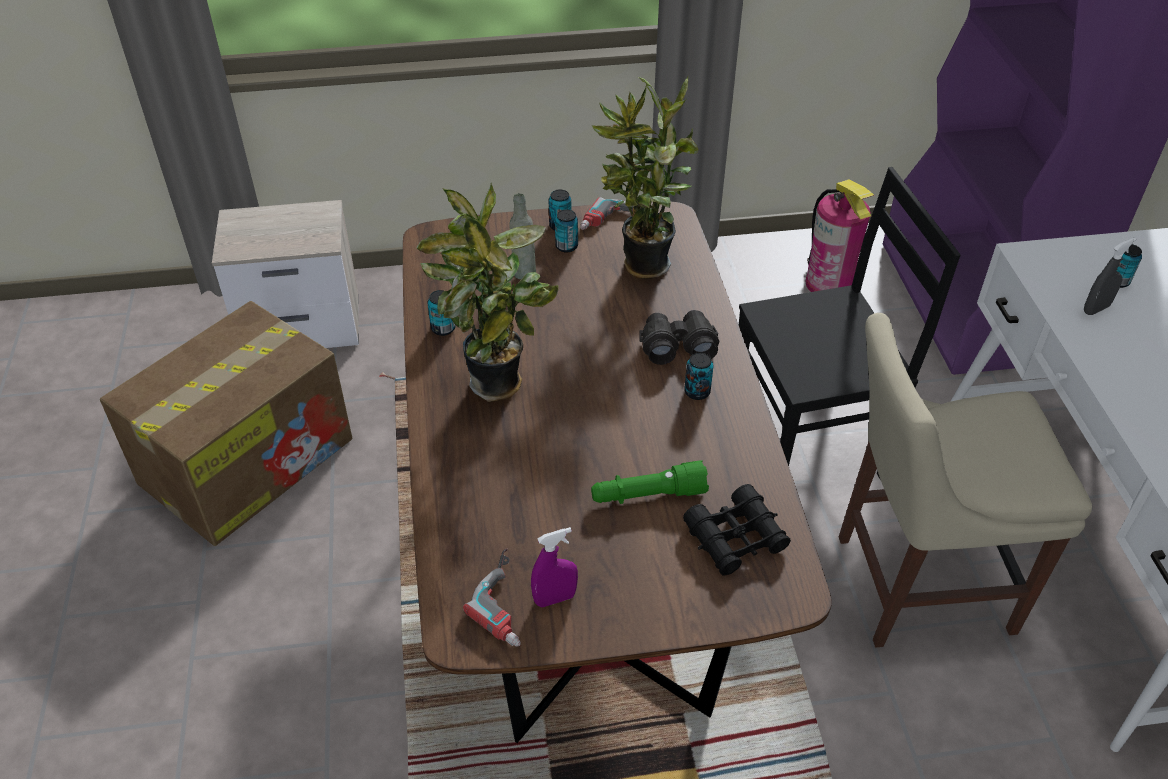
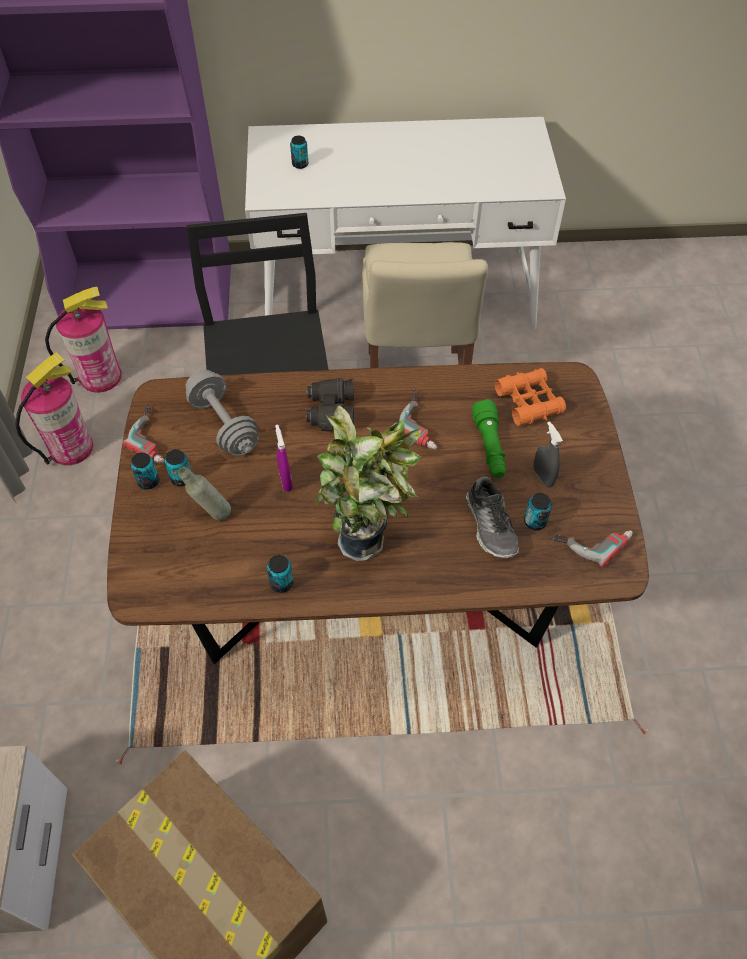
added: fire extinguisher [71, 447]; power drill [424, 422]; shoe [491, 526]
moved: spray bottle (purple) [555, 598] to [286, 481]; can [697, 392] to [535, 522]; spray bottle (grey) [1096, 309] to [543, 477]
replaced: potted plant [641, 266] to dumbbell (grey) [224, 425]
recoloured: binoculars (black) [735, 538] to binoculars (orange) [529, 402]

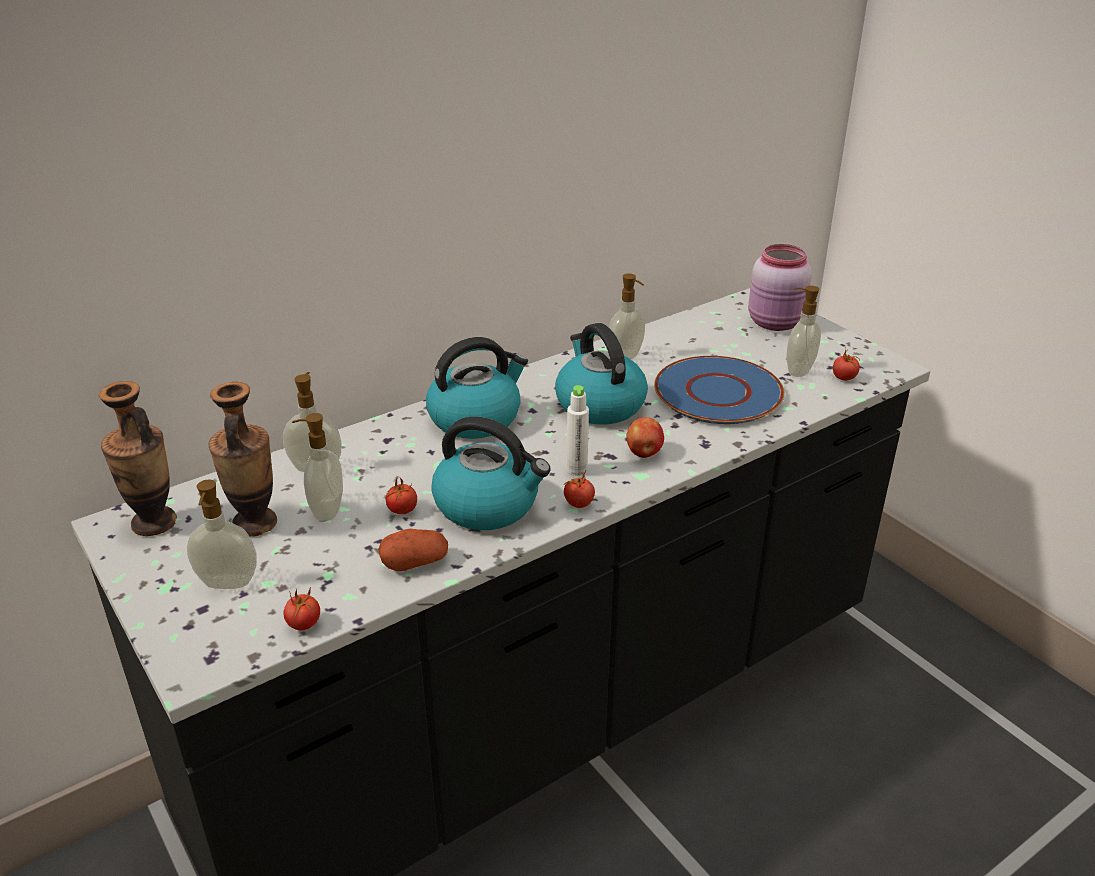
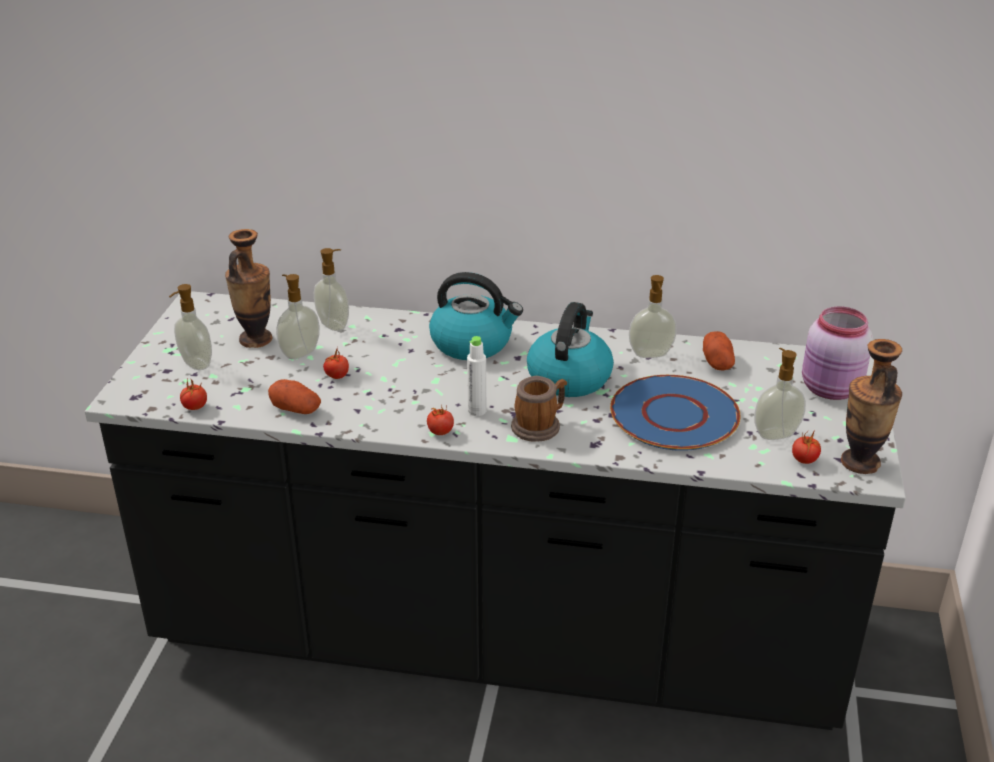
removed: kettle [488, 505]
added: potato [717, 362]
moved: vase [154, 523] to [860, 462]
replaced: apple [644, 453] to mug [540, 425]

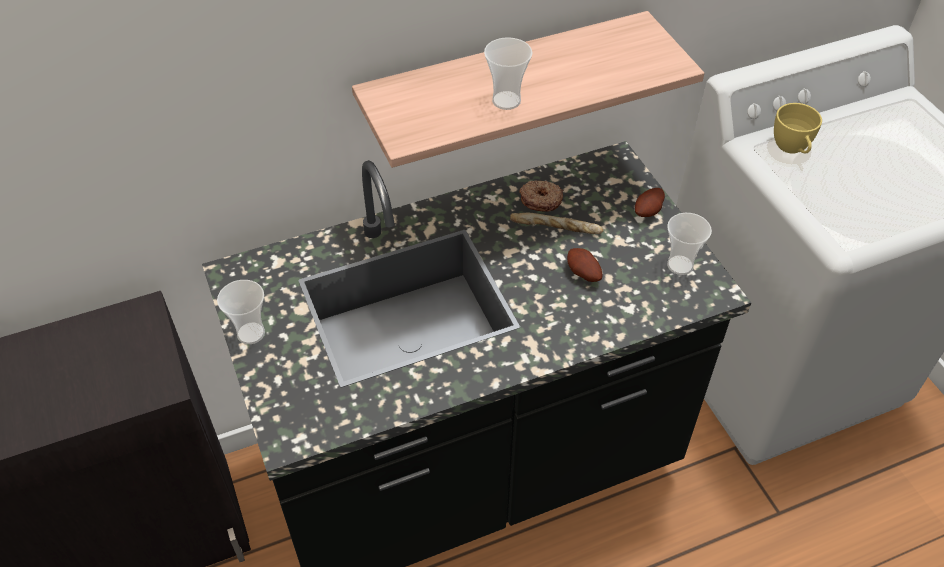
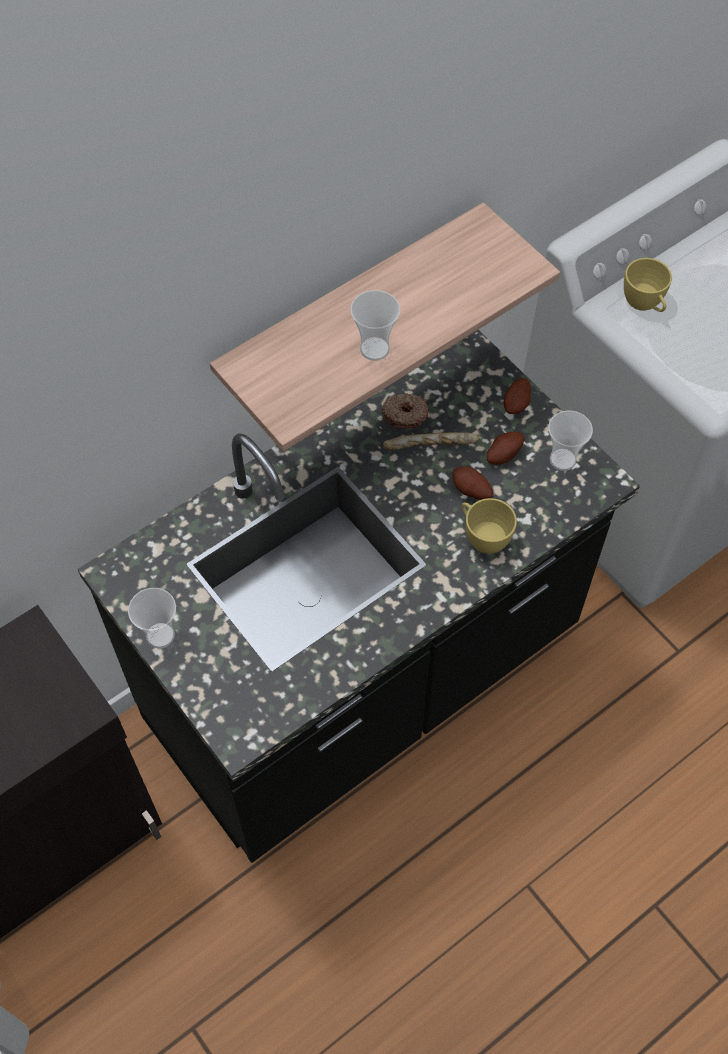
added: cup (yellow) [483, 537]; potato [503, 454]

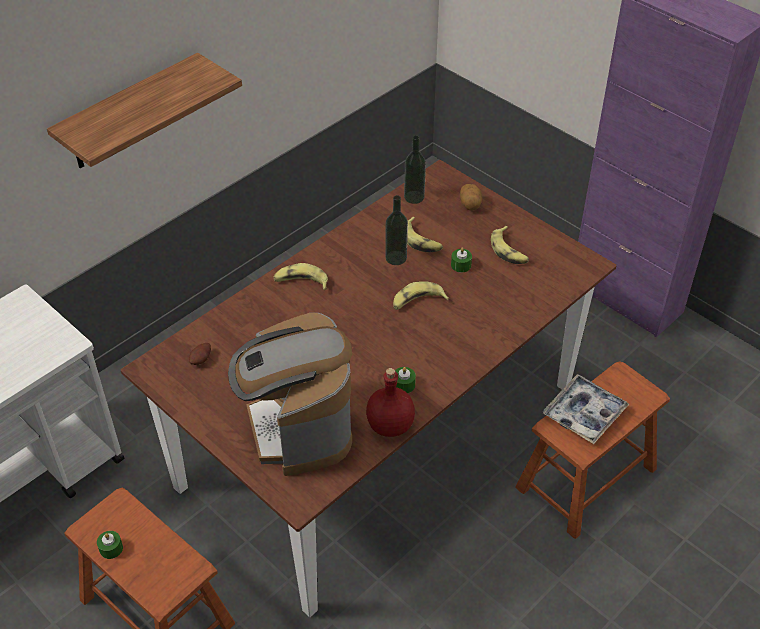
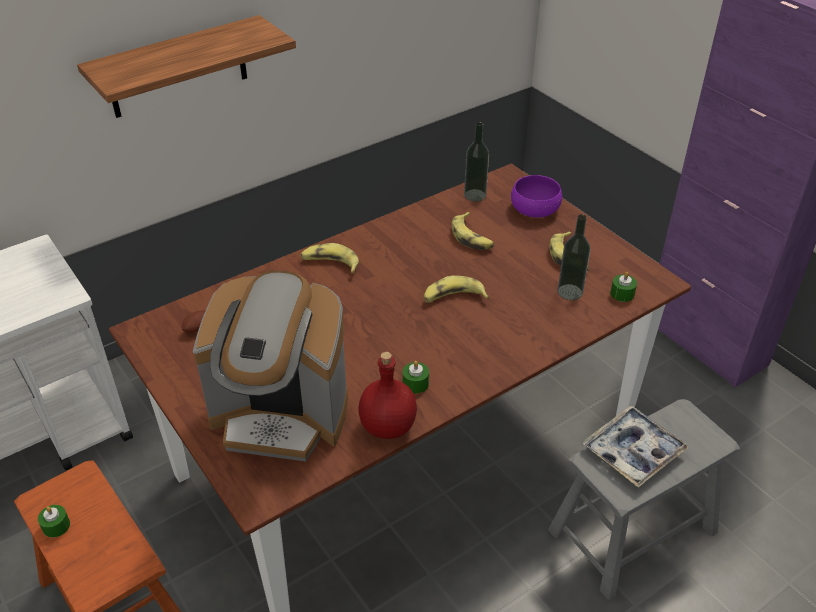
moved: bottle [396, 258] to [570, 292]; candle (green) [461, 265] to [622, 294]
replaced: potato [470, 205] to bowl (purple) [534, 209]
recoloured: stool (brown) [586, 478] to stool (grey) [632, 531]
turned: coffee machine [298, 428] = [281, 415] 75 degrees counterclockwise

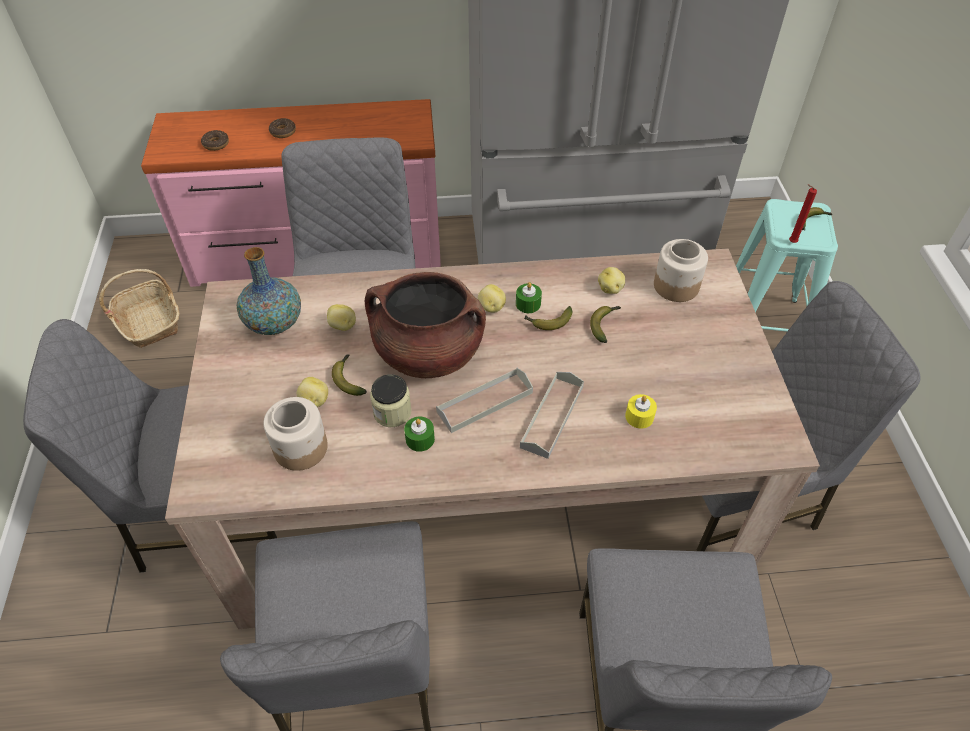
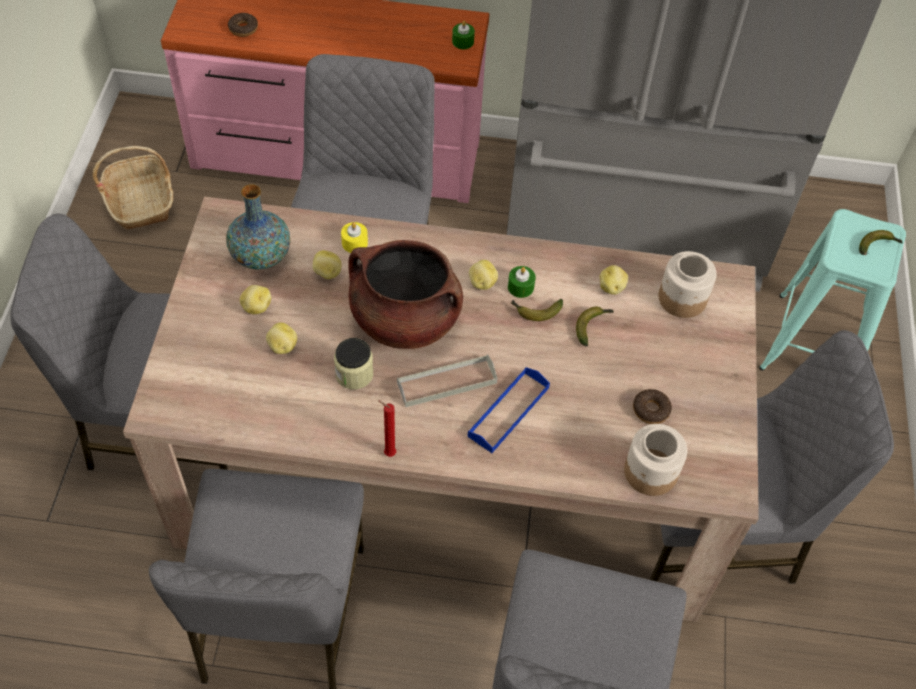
removed: banana [348, 378]
added: potato [256, 307]
moved: jar [301, 448] to [650, 472]; donut [283, 132] to [651, 410]; candle (green) [420, 439] to [463, 41]; candle (yellow) [639, 416] to [354, 243]; candle (red) [791, 242] to [388, 453]
recoloured: tray (grey) [552, 416] to tray (blue) [508, 412]

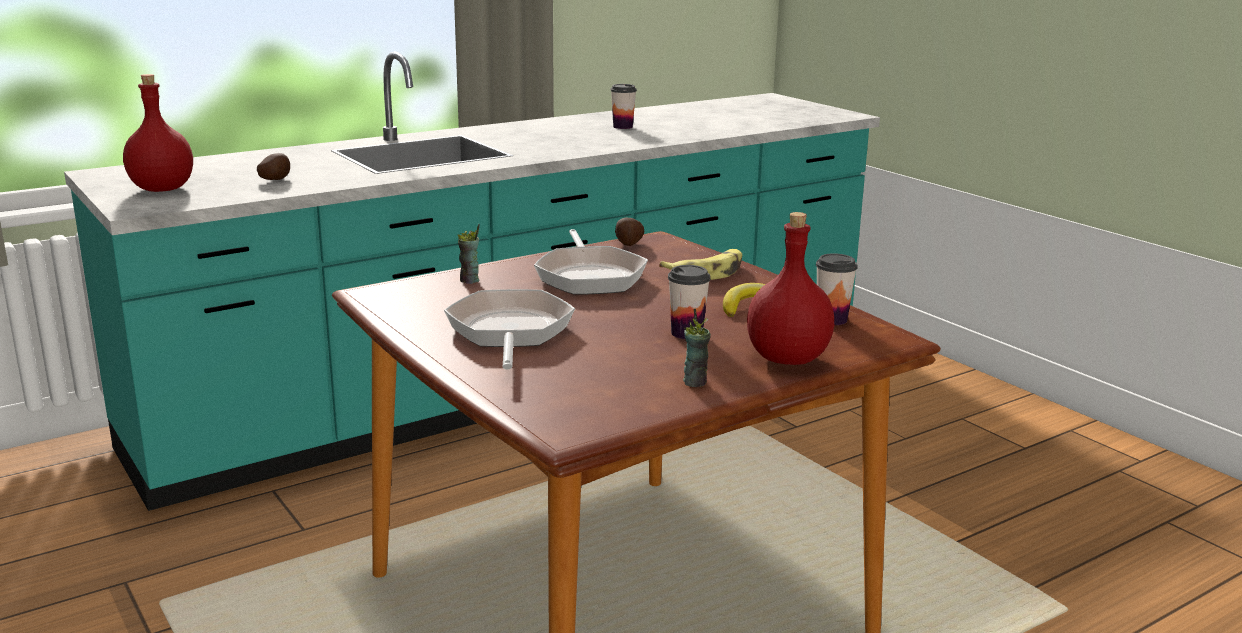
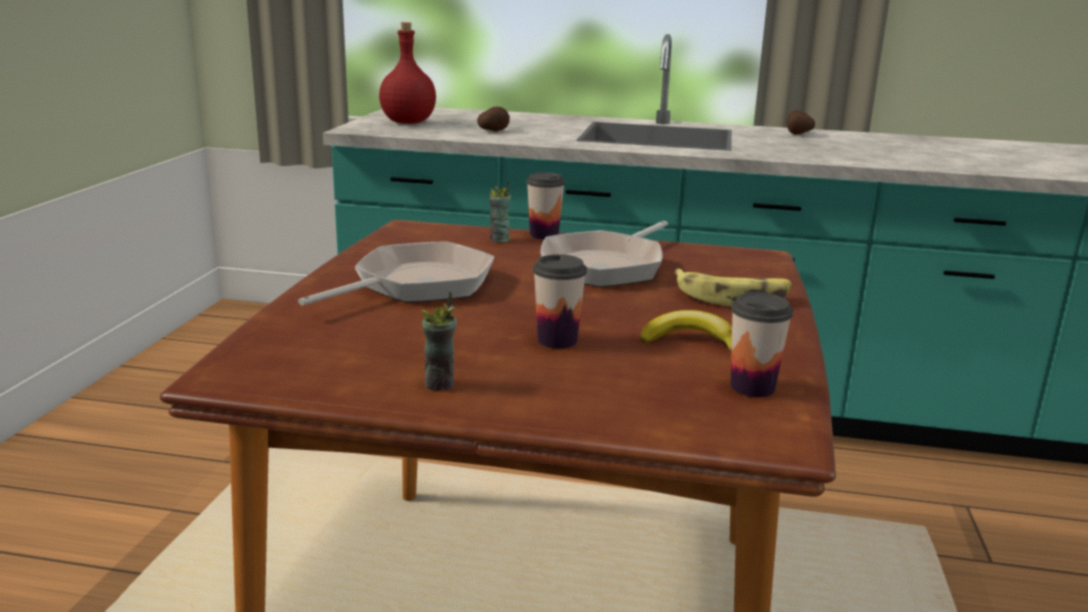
removed: bottle (red) [786, 359]
moved: cup [622, 127] to [544, 235]; potato [628, 244] to [798, 134]

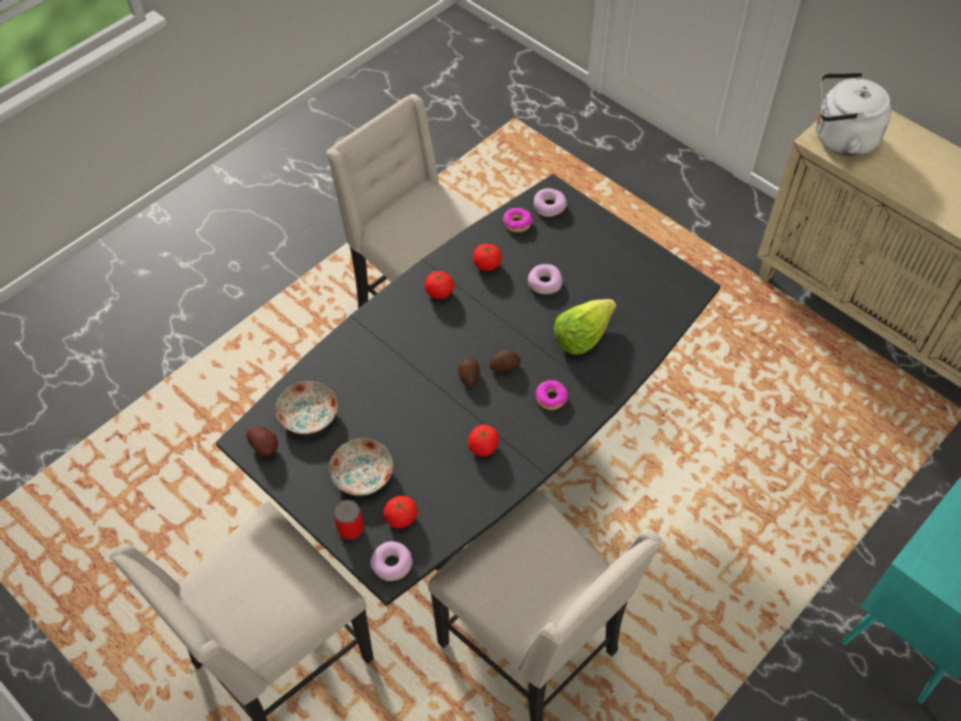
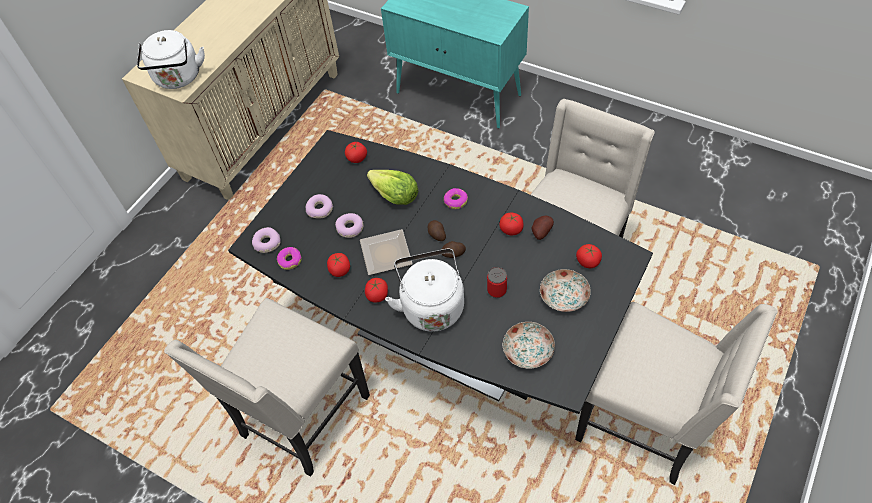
added: tomato [357, 158]; plate [384, 253]; kettle (white) [431, 305]
moved: potato [265, 447] to [540, 232]; can [350, 529] to [496, 290]; donut [392, 564] to [320, 209]

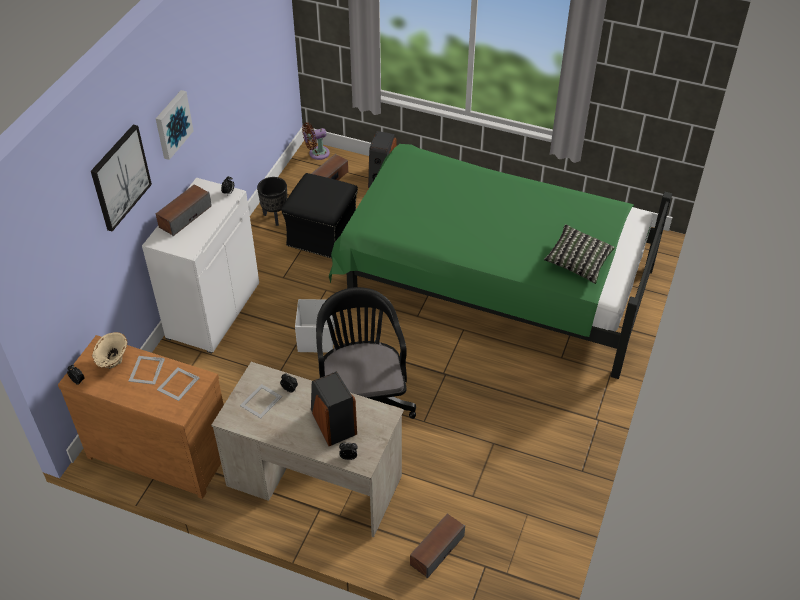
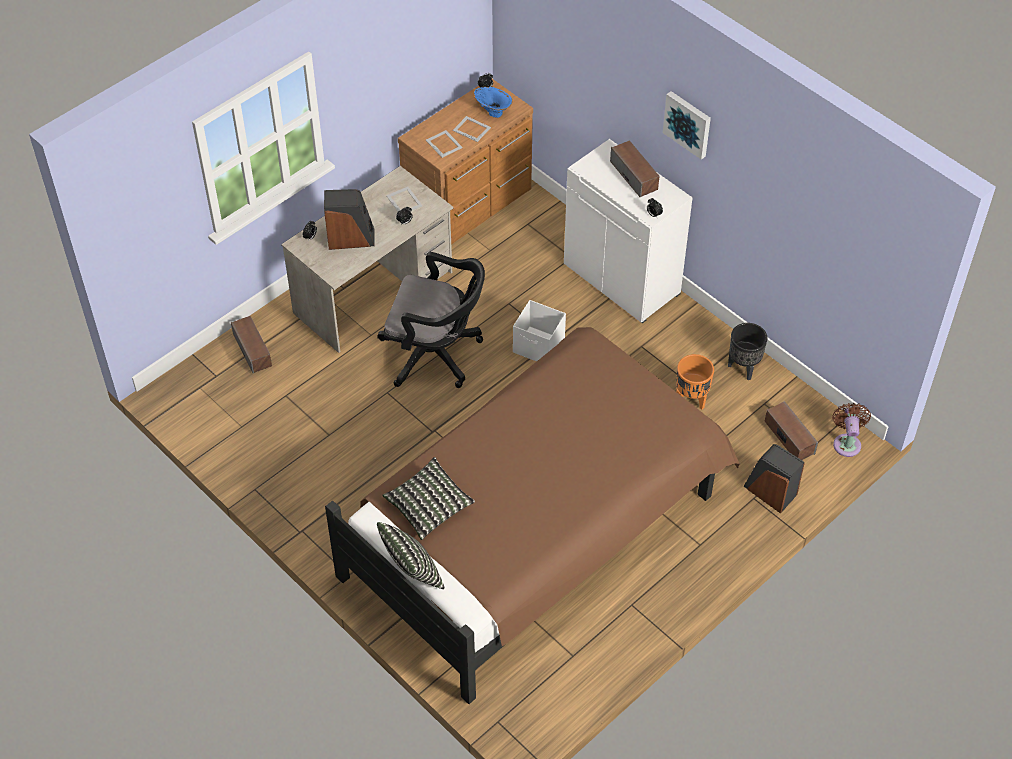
removed: picture [120, 177]
added: pillow [411, 572]
replaced: ottoman (black) [322, 236] to planter (orange) [690, 399]
recoloured: vase (beige) [113, 363] to vase (blue) [493, 111]; bed (green) [491, 281] to bed (brown) [537, 527]

